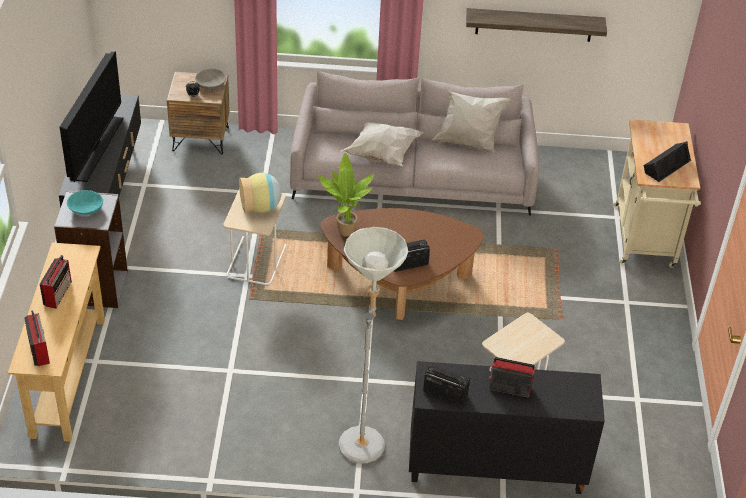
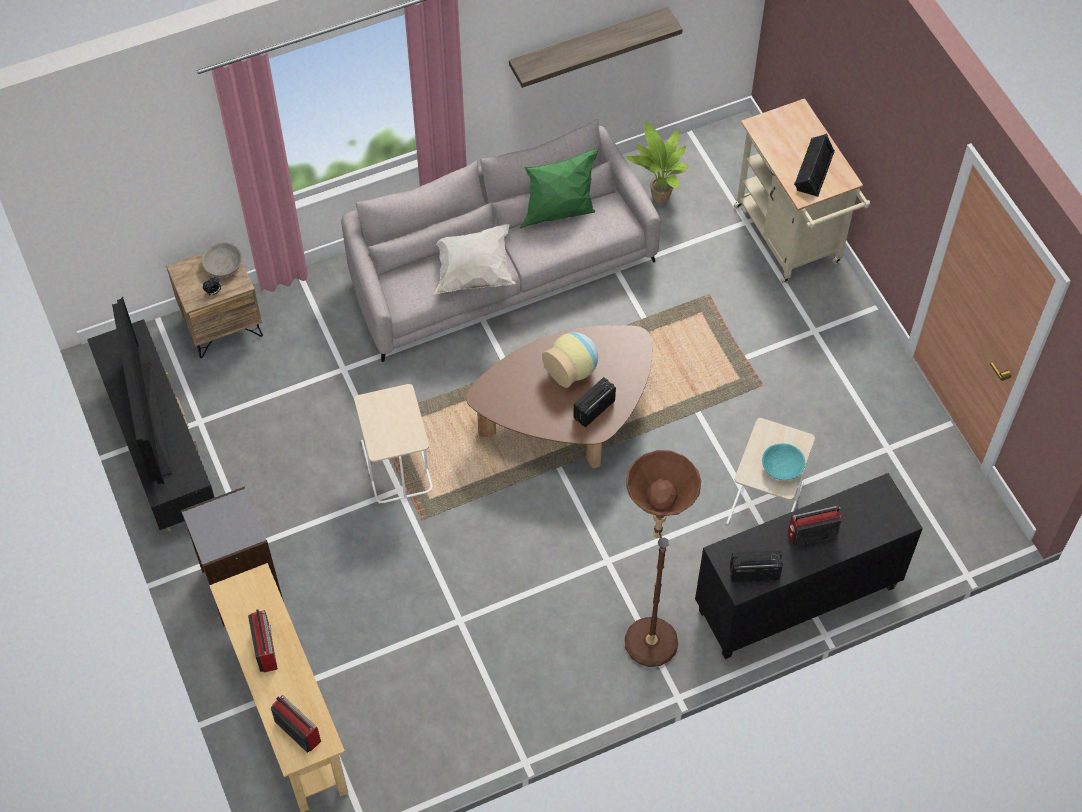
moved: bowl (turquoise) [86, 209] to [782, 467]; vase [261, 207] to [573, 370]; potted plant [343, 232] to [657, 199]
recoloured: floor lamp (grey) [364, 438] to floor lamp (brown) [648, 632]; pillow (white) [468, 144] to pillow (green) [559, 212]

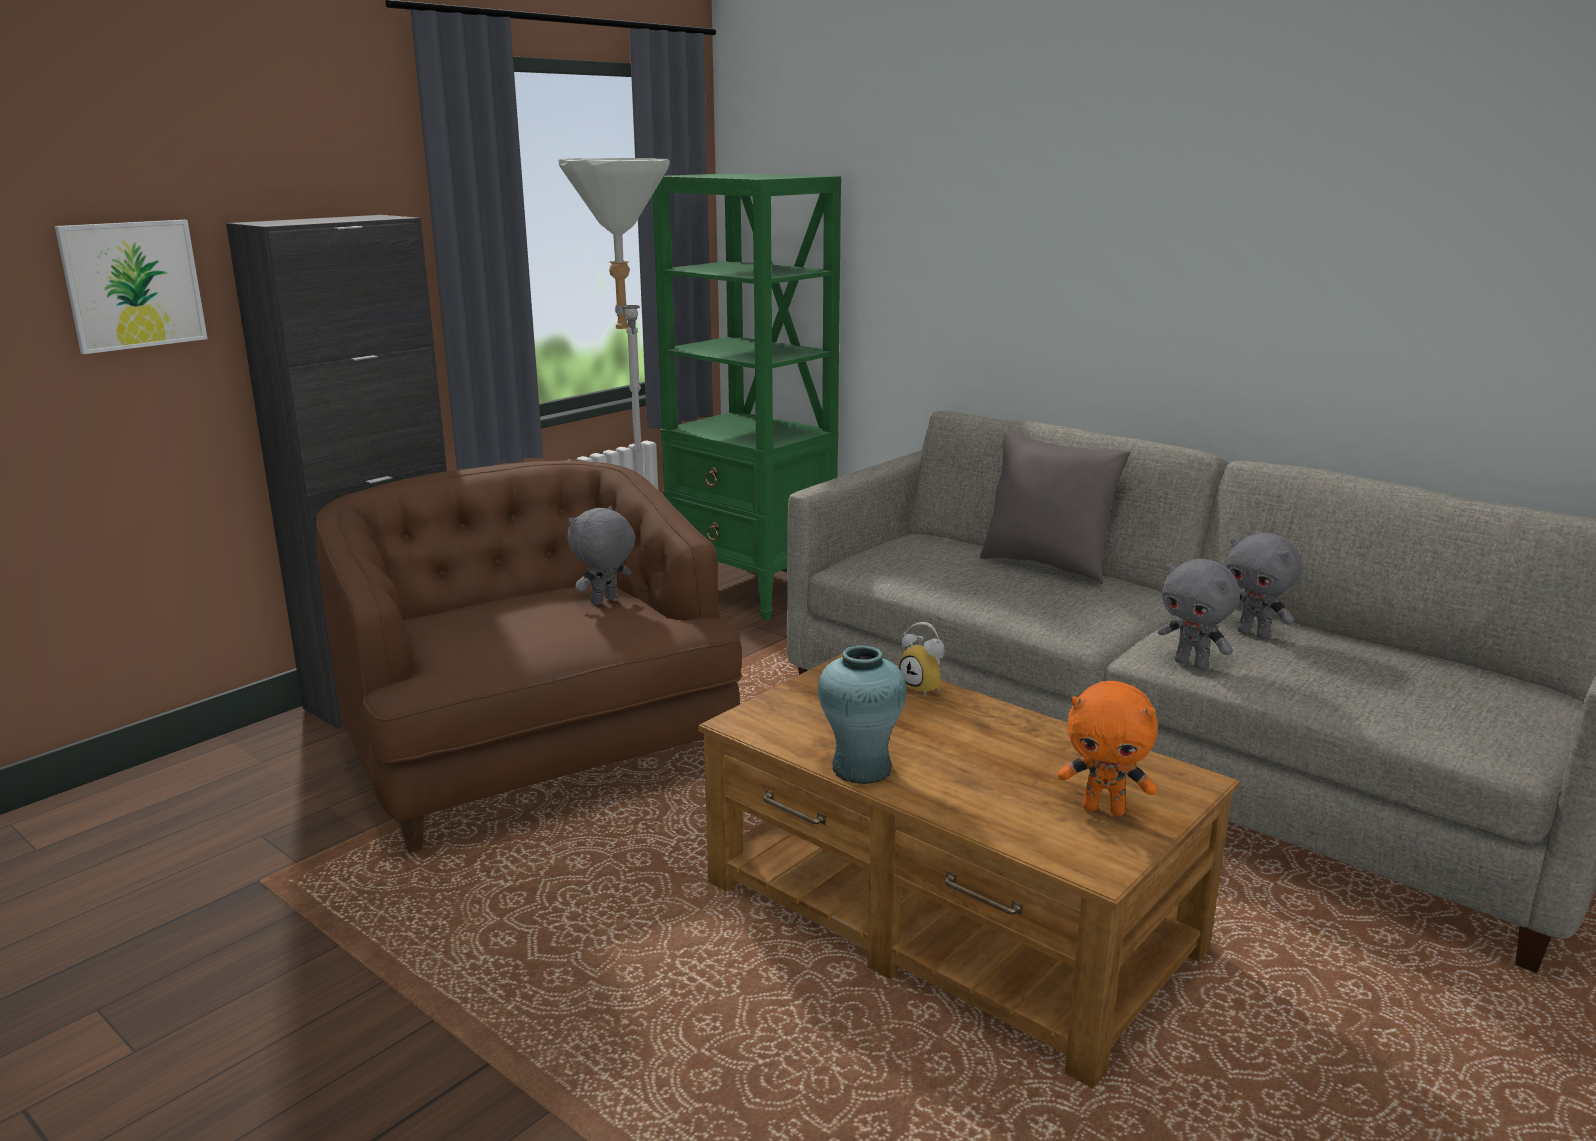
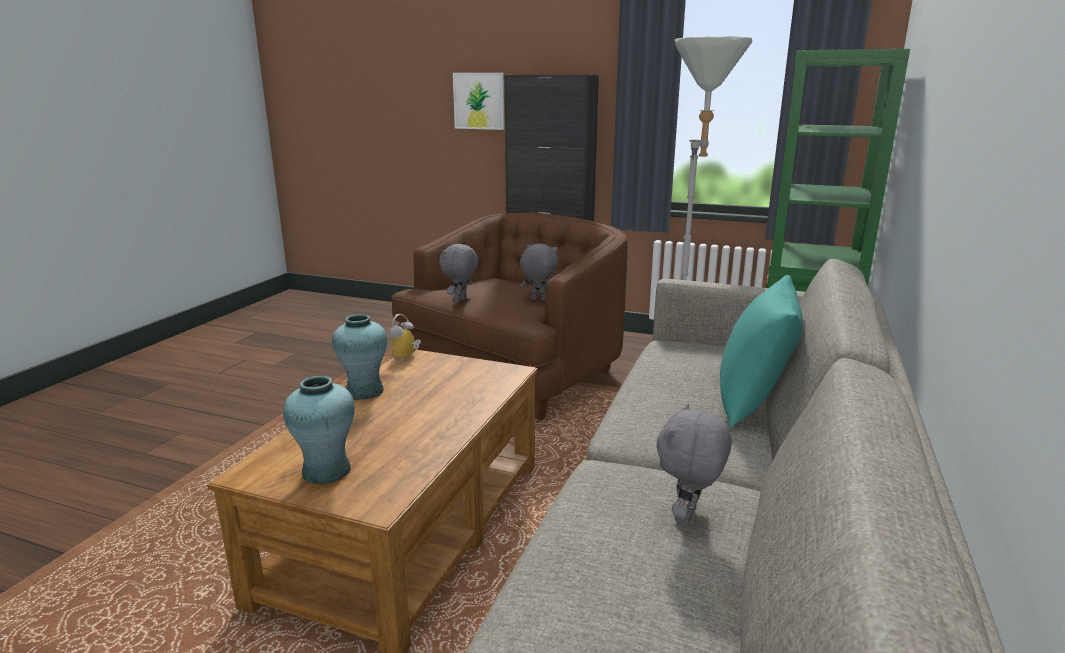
moved: alarm clock [925, 687] to [407, 358]; plush toy (grey) [1192, 664] to [460, 301]
replaced: plush toy (orange) [1104, 809] to vase (turquoise) [326, 471]
recoloured: pillow (grey) [1047, 565] to pillow (turquoise) [753, 403]

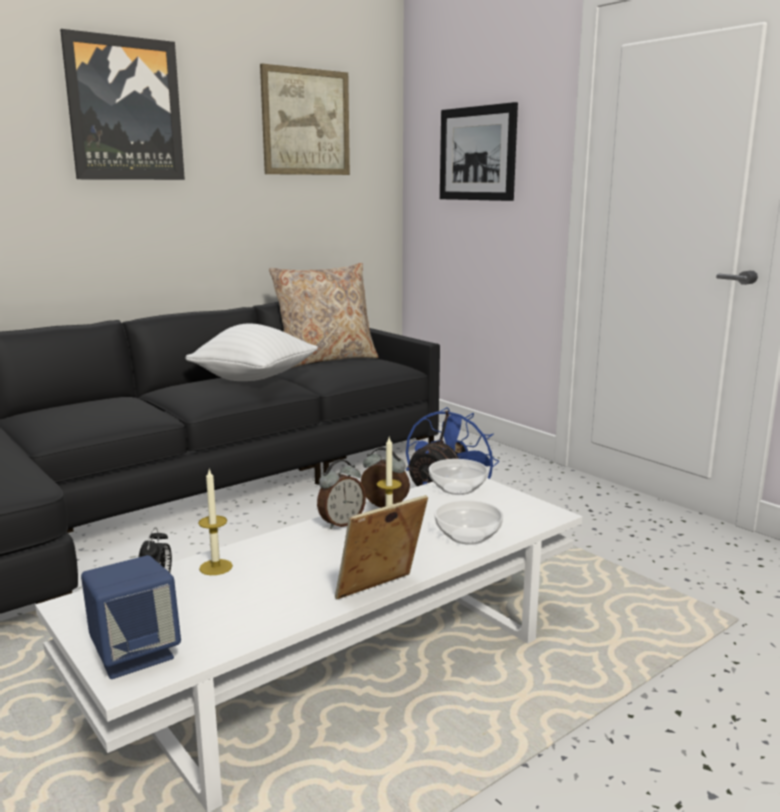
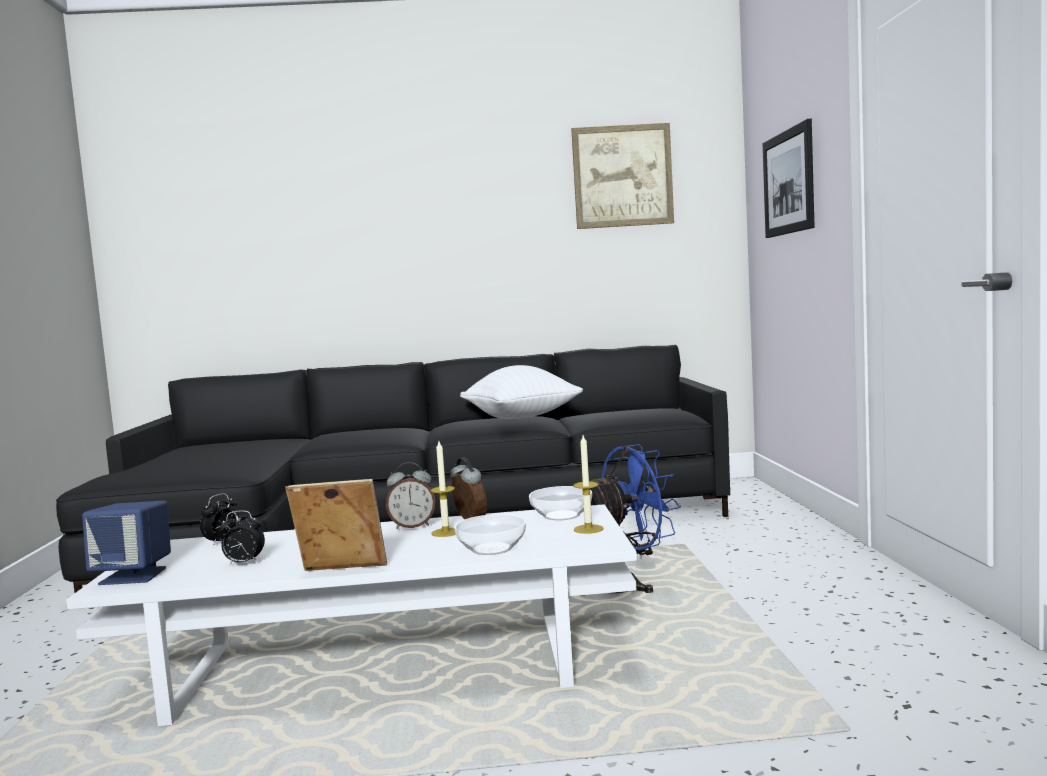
removed: picture [125, 109]; pillow (beige) [326, 360]
added: alarm clock [243, 563]
moved: candle [216, 567] to [588, 529]

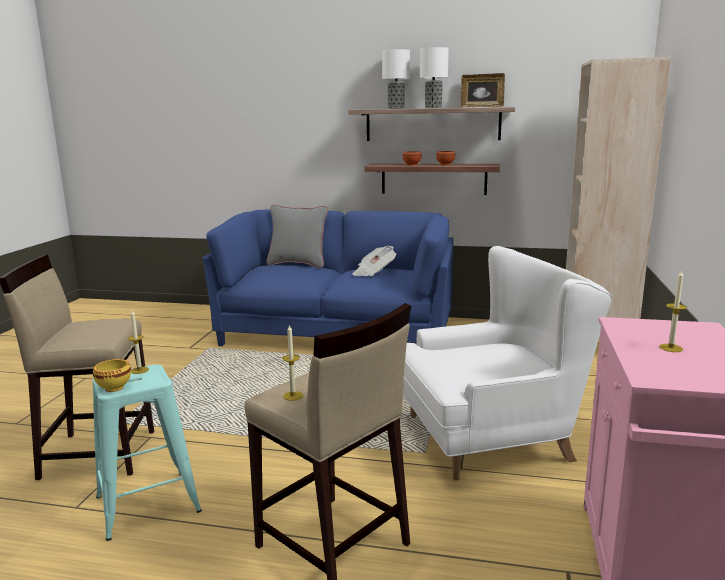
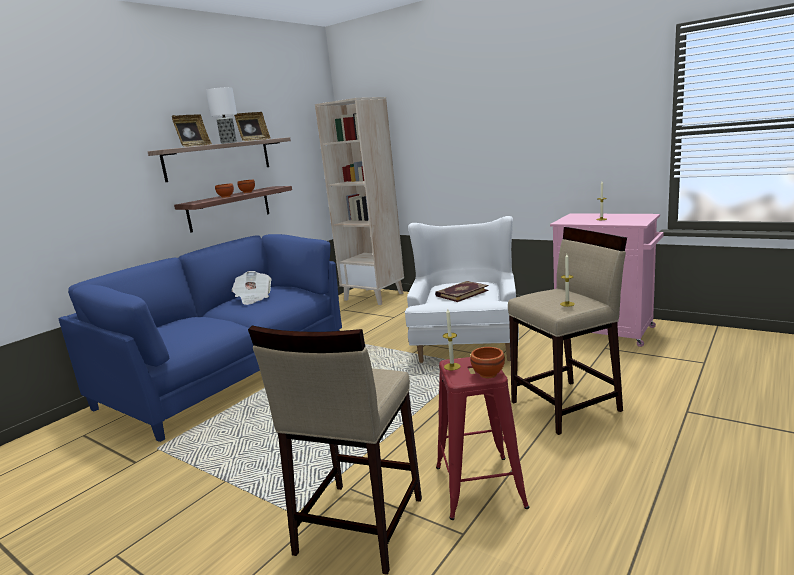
removed: pillow (grey) [298, 264]
added: book [461, 293]
replaced: table lamp [396, 108] to picture frame [194, 146]
recoloured: stool (turquoise) [147, 504] to stool (red) [479, 486]; bowl (yellow) [115, 387] to bowl (brown) [487, 374]

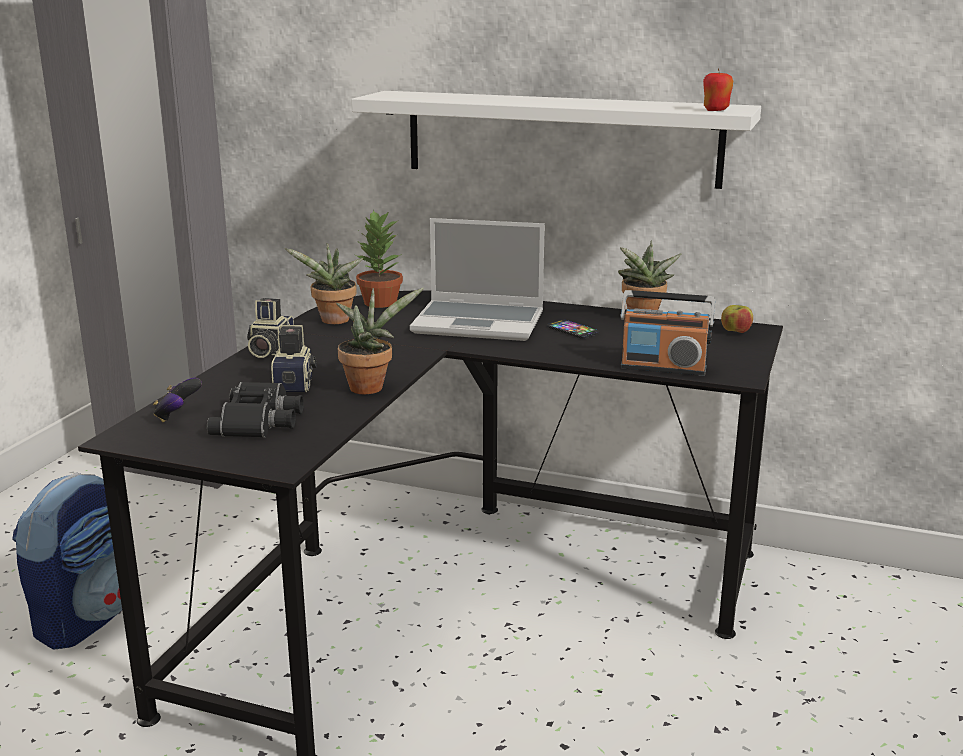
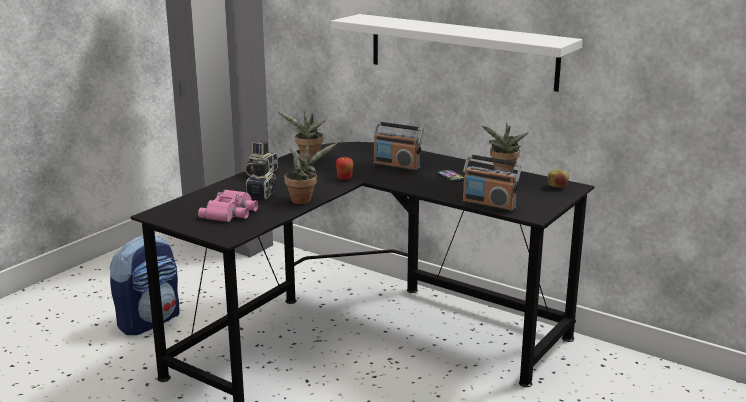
removed: game controller [177, 416]; potted plant [380, 303]
moved: apple [715, 110] to [344, 179]
replaced: laptop [480, 323] to radio [396, 167]
recoloured: binoculars (black) [260, 420] to binoculars (pink) [231, 212]

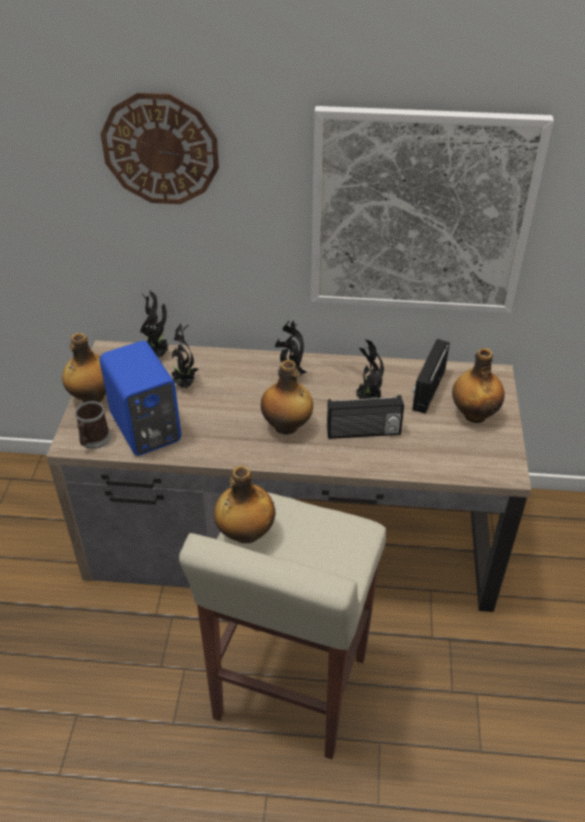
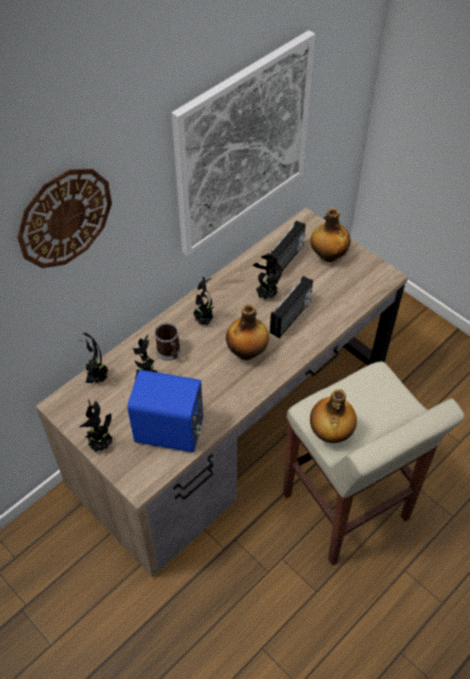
moved: mug [93, 440] to [170, 352]
replaced: bottle [92, 397] to potted plant [101, 444]
turned: radio [427, 390] = [286, 260] 120 degrees counterclockwise

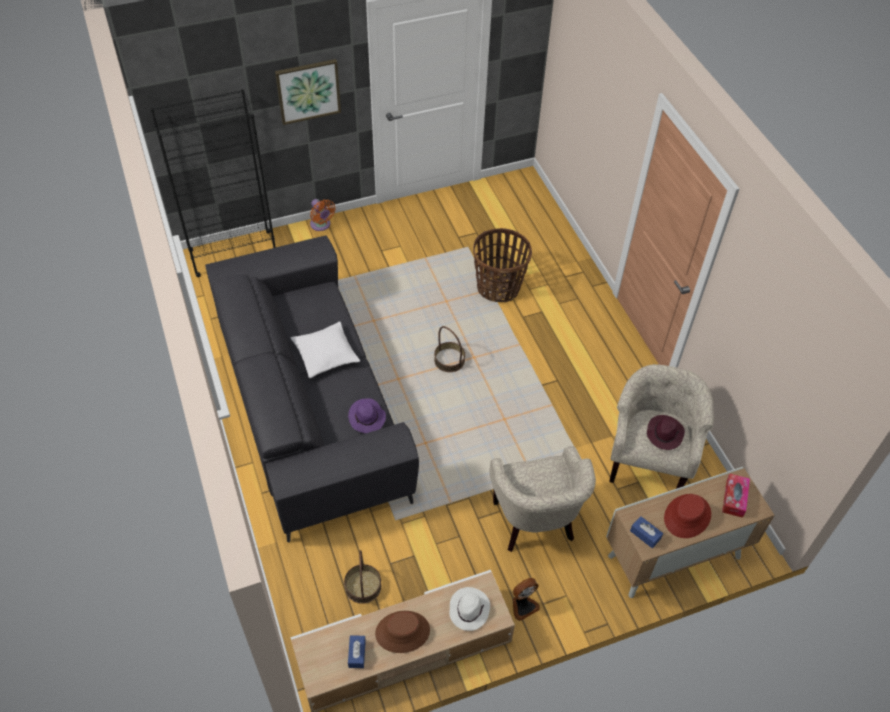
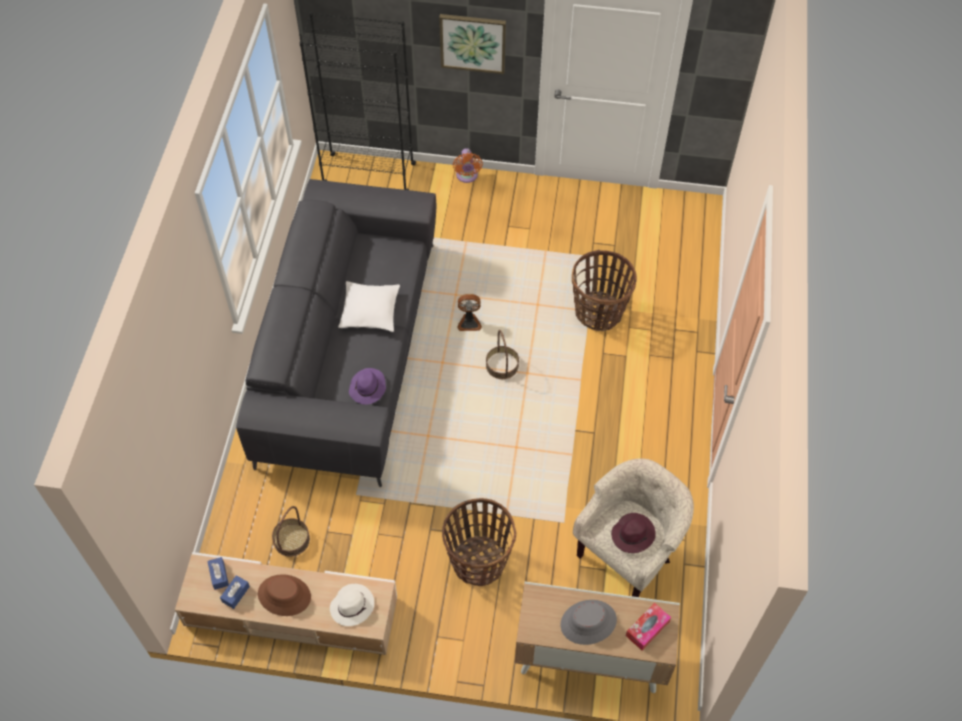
moved: fan [523, 605] to [469, 322]; tissue box (blue) [645, 535] to [219, 575]
replaced: armchair (beige) [535, 524] to basket [478, 561]
recoloured: hat (red) [687, 516] to hat (grey) [588, 622]

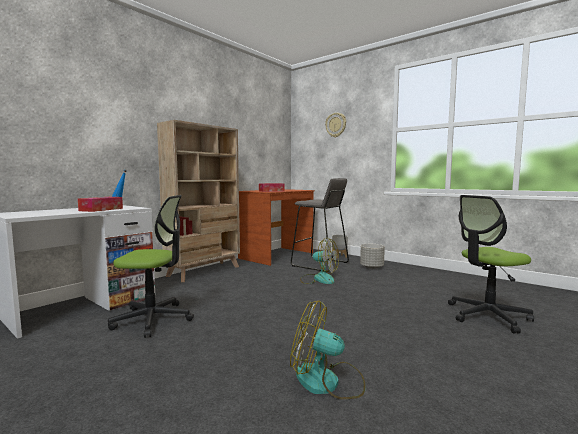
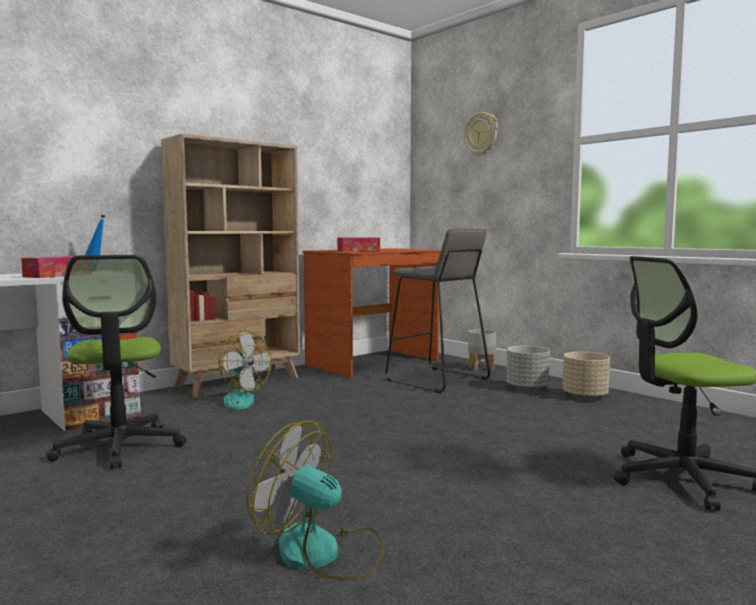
added: planter (beige) [585, 396]
moved: fan [319, 279] to [232, 401]
turned: office chair [153, 319] = [119, 447] 60 degrees clockwise

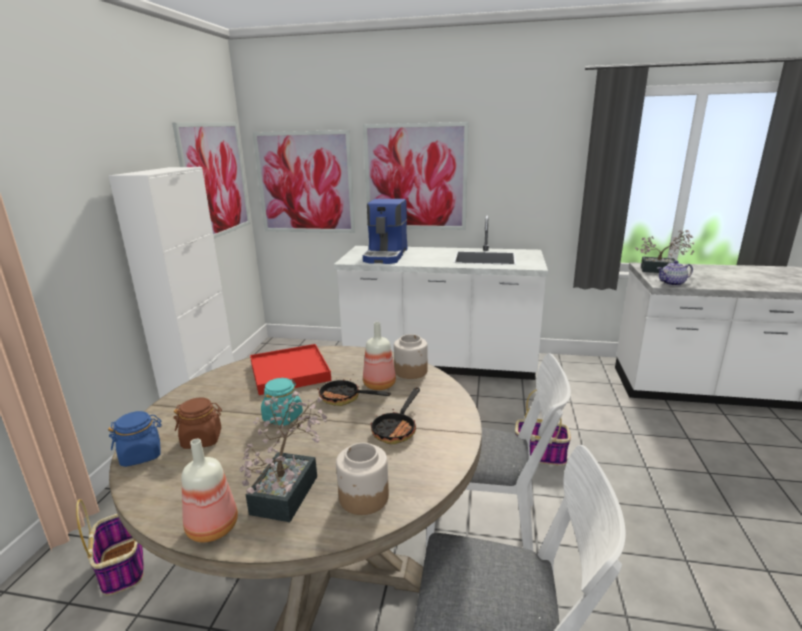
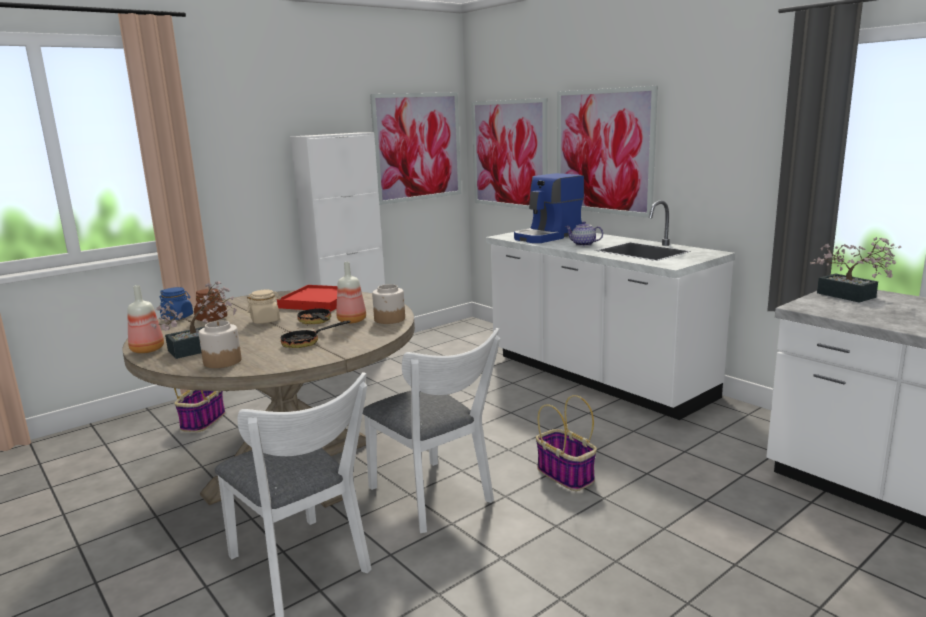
moved: teapot [672, 283] to [583, 244]
recoloured: jar (turquoise) [283, 417] to jar (beige) [265, 321]

